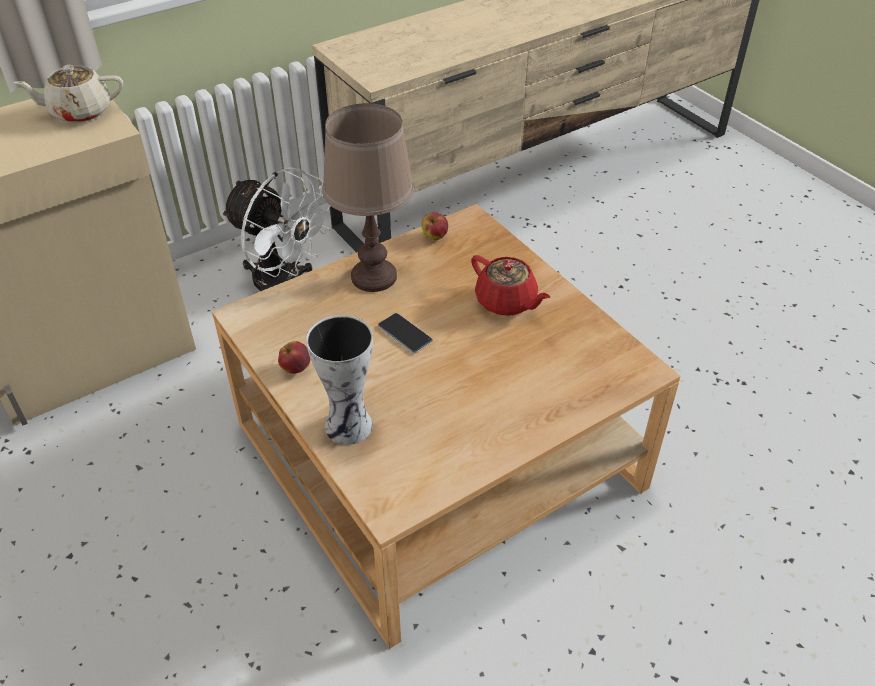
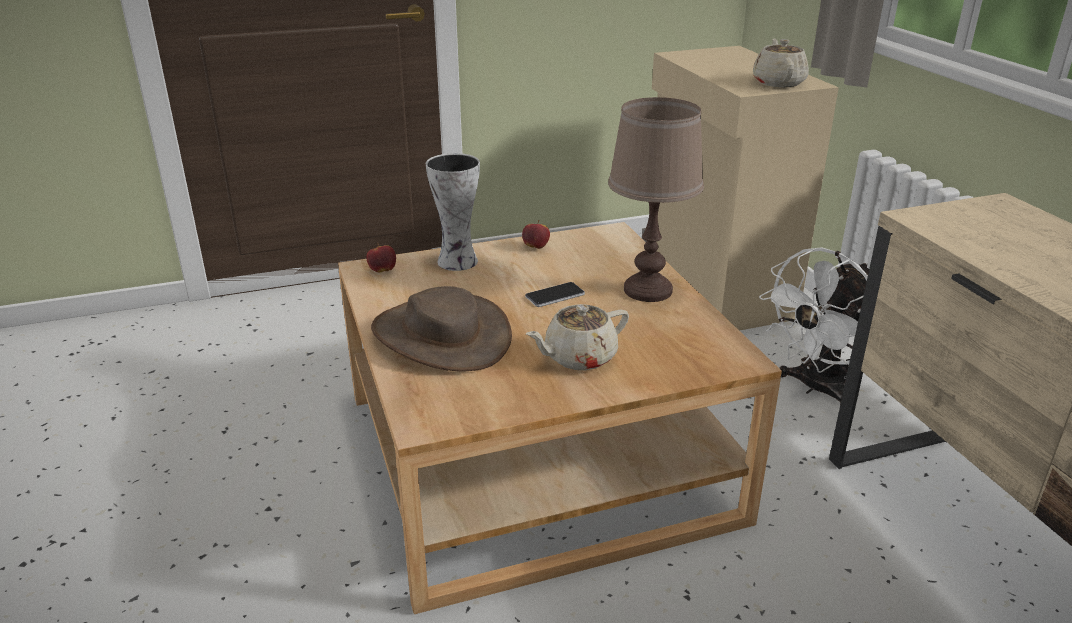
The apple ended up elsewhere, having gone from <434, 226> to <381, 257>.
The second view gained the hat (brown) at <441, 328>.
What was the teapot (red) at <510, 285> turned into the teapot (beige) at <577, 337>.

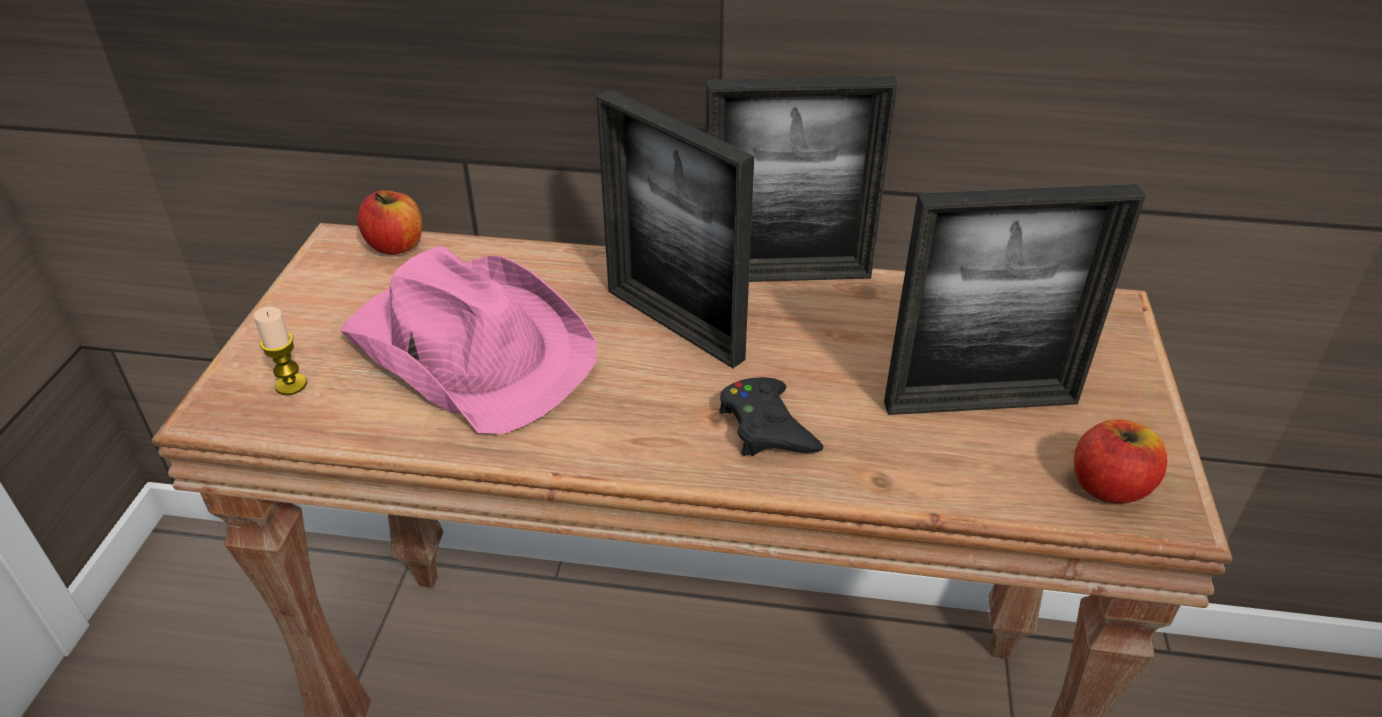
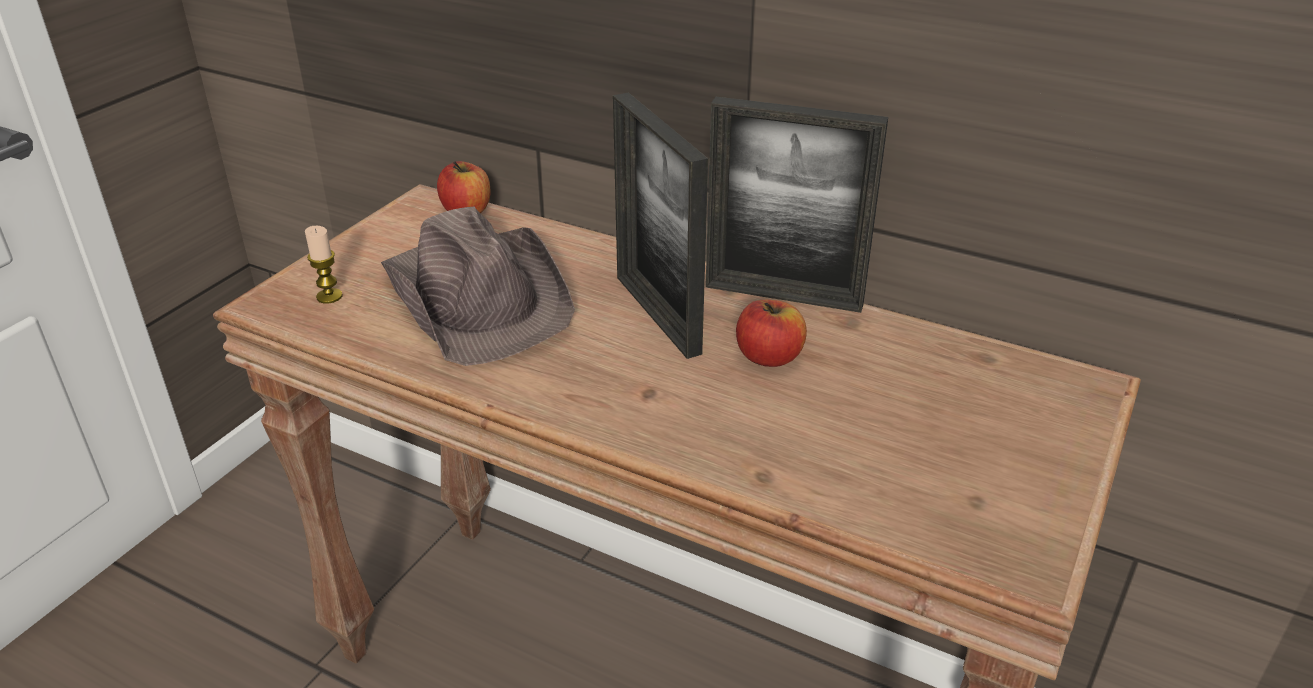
What was the hat (pink) at <468, 340> turned into the hat (brown) at <478, 286>.
The apple ended up elsewhere, having gone from <1120, 461> to <771, 333>.
The second view lost the game controller (black) at <771, 416>.
The second view lost the picture frame at <1015, 299>.

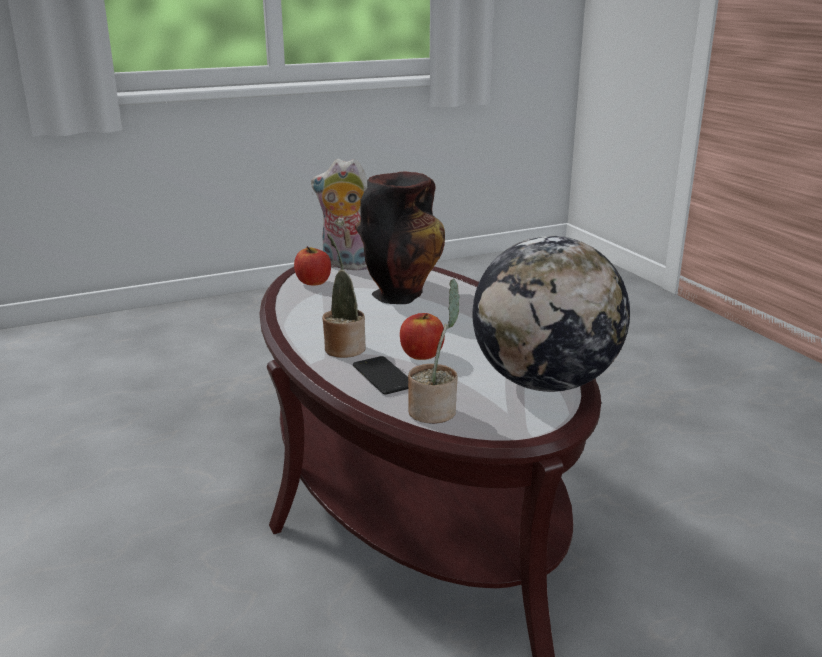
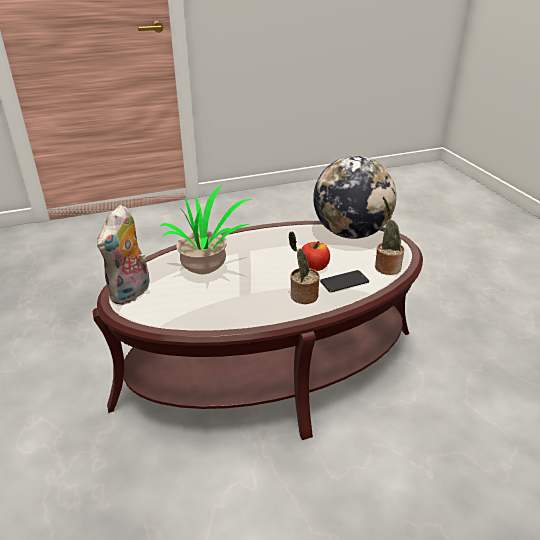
Where the vase stood at <400, 237>, the potted plant came to stand at <206, 229>.
The second view lost the apple at <312, 265>.

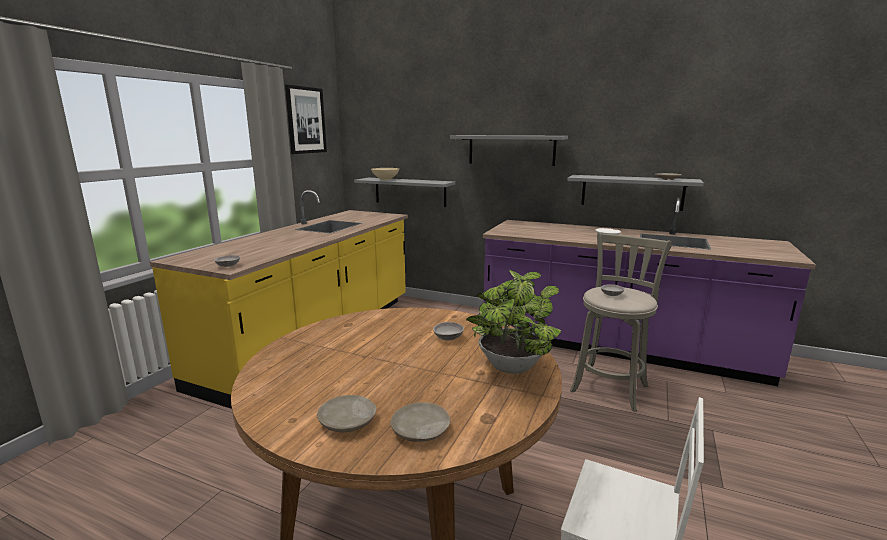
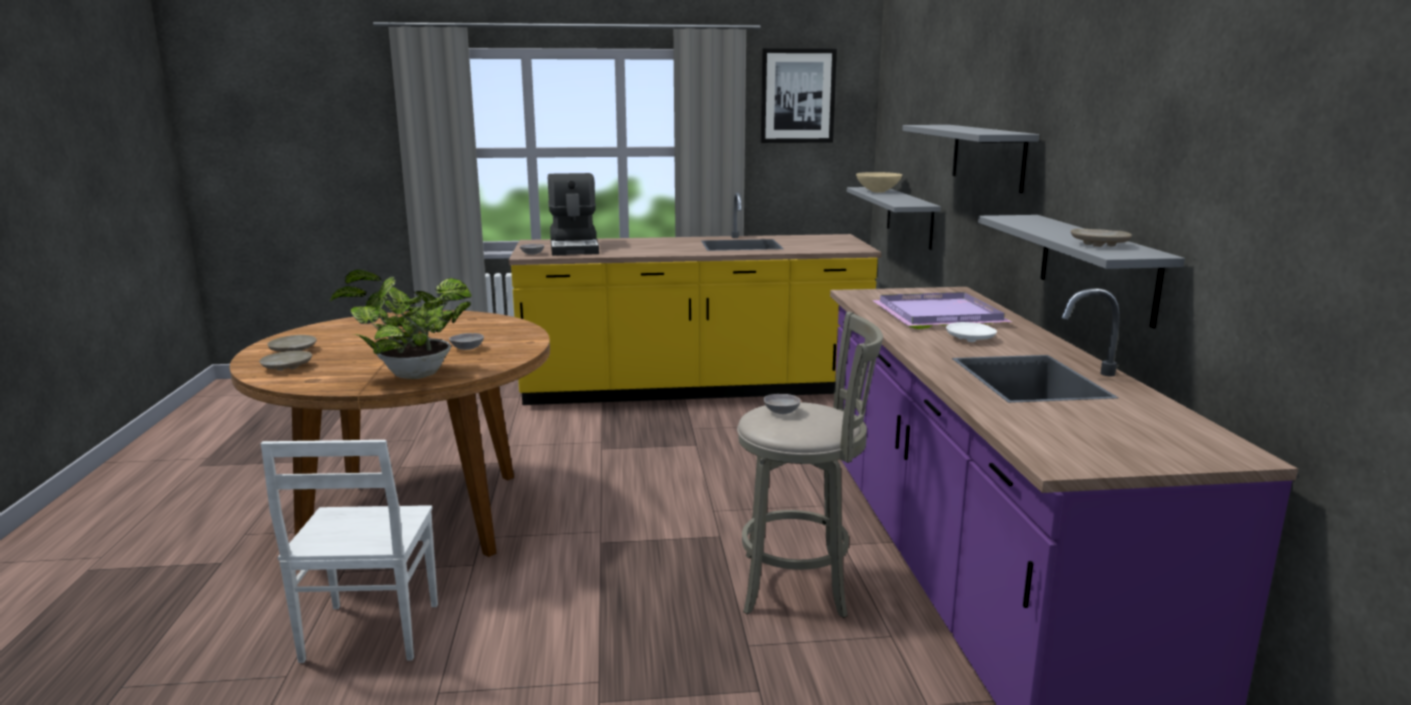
The second view gained the coffee machine at <573, 214>.
The second view gained the tray (purple) at <942, 310>.

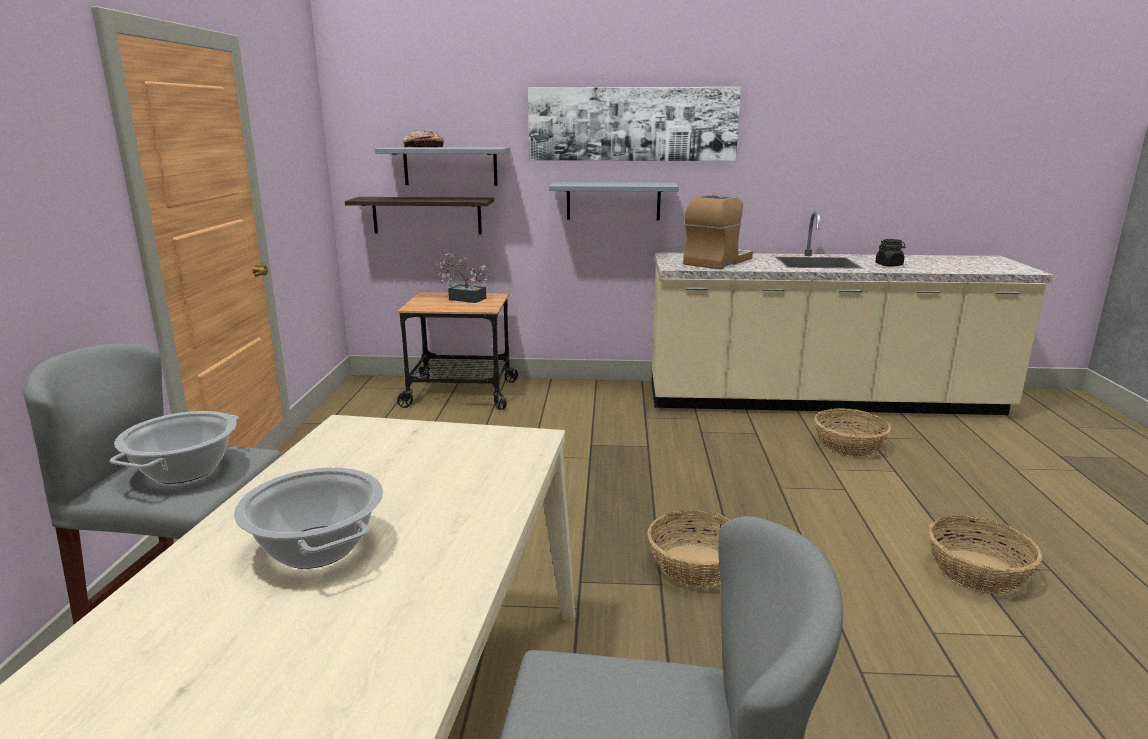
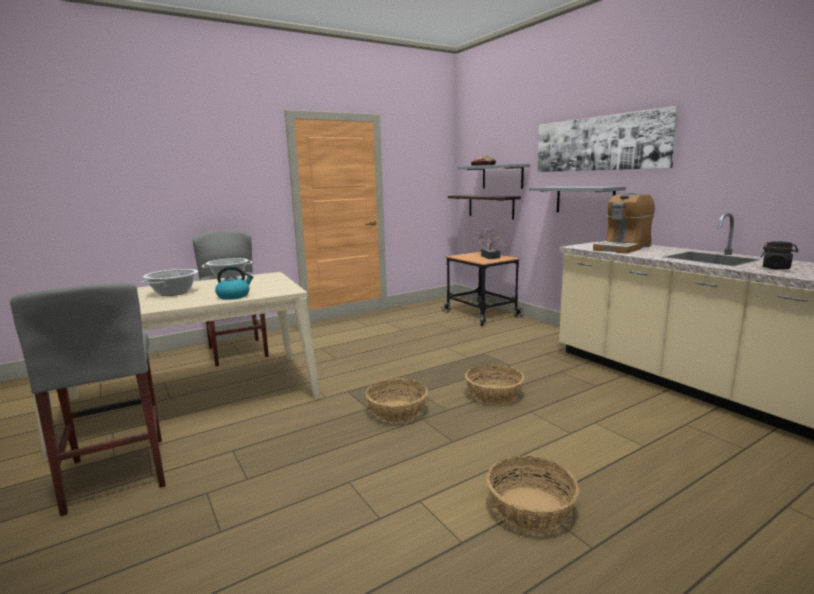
The second view gained the kettle at <234, 283>.
The basket ended up elsewhere, having gone from <853, 432> to <494, 384>.
The coffee machine at <718, 232> ended up facing another way, 135 degrees clockwise from before.

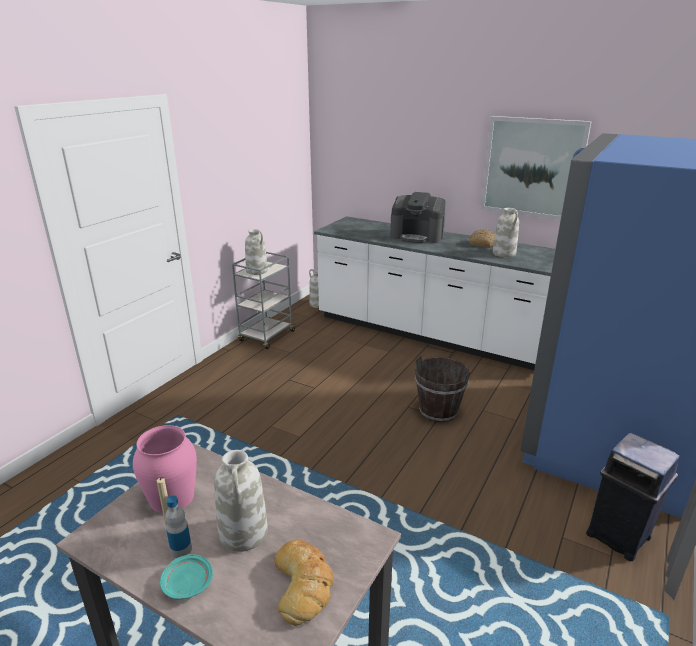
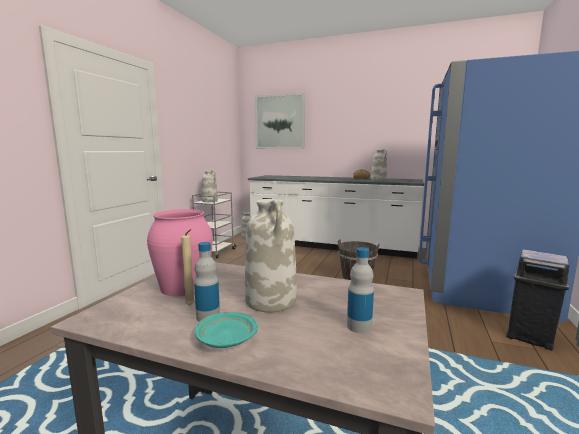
The picture ended up elsewhere, having gone from <536, 168> to <280, 120>.
Where the bread stood at <303, 583>, the bottle came to stand at <360, 290>.
The second view lost the coffee machine at <418, 217>.

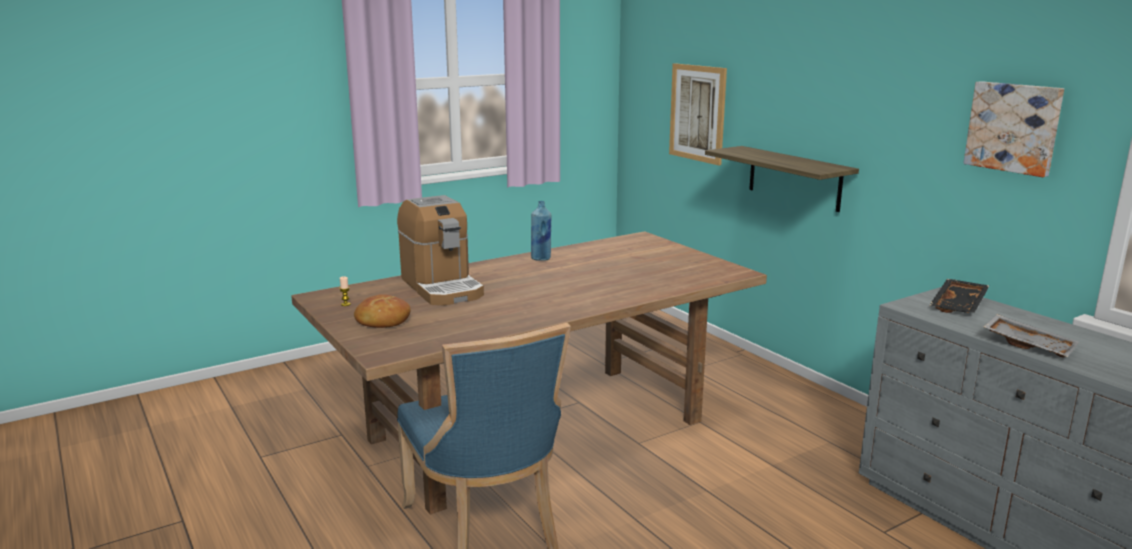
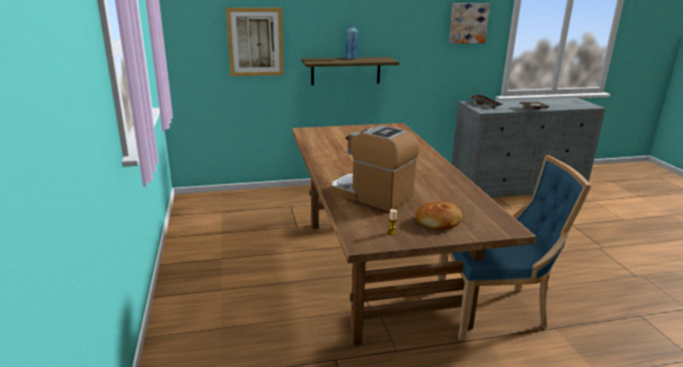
The coffee machine at <440, 250> ended up facing another way, 135 degrees counterclockwise from before.
The bottle (blue) ended up elsewhere, having gone from <541, 231> to <352, 41>.

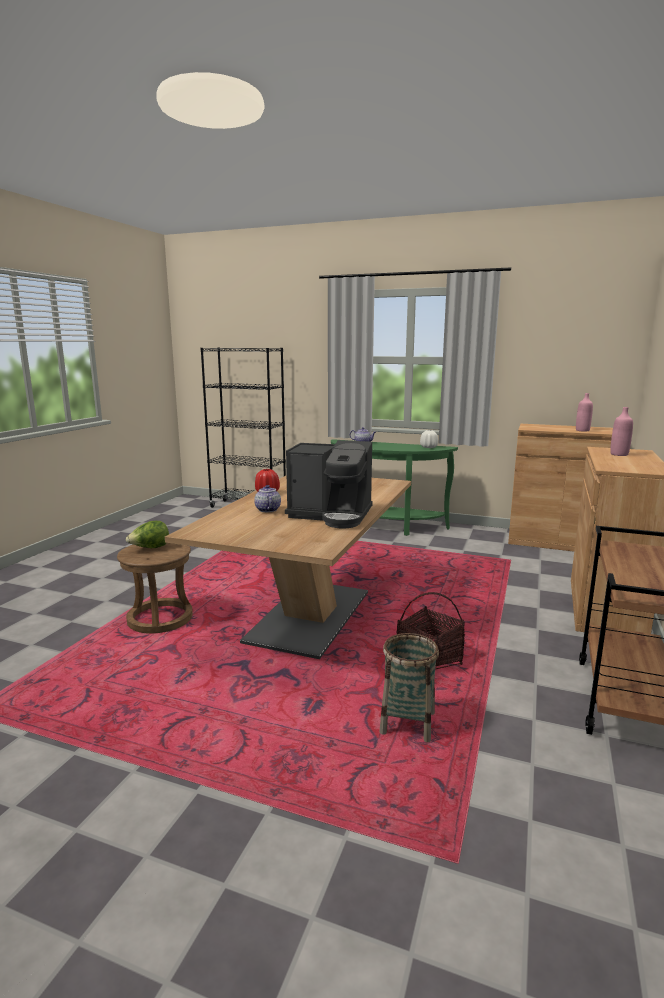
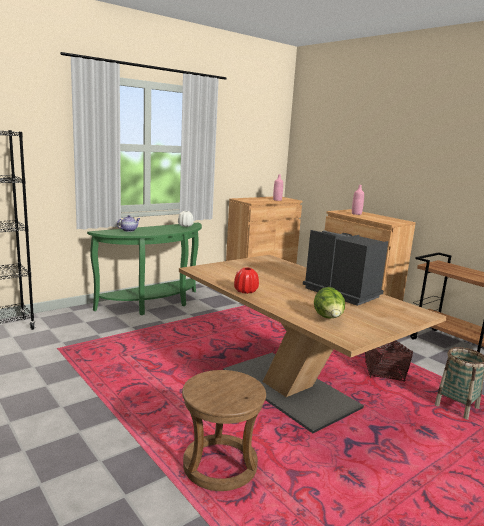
The coffee machine at <329, 484> ended up facing another way, 90 degrees counterclockwise from before.
The lettuce ended up elsewhere, having gone from <147, 534> to <329, 303>.
The second view lost the teapot at <267, 498>.

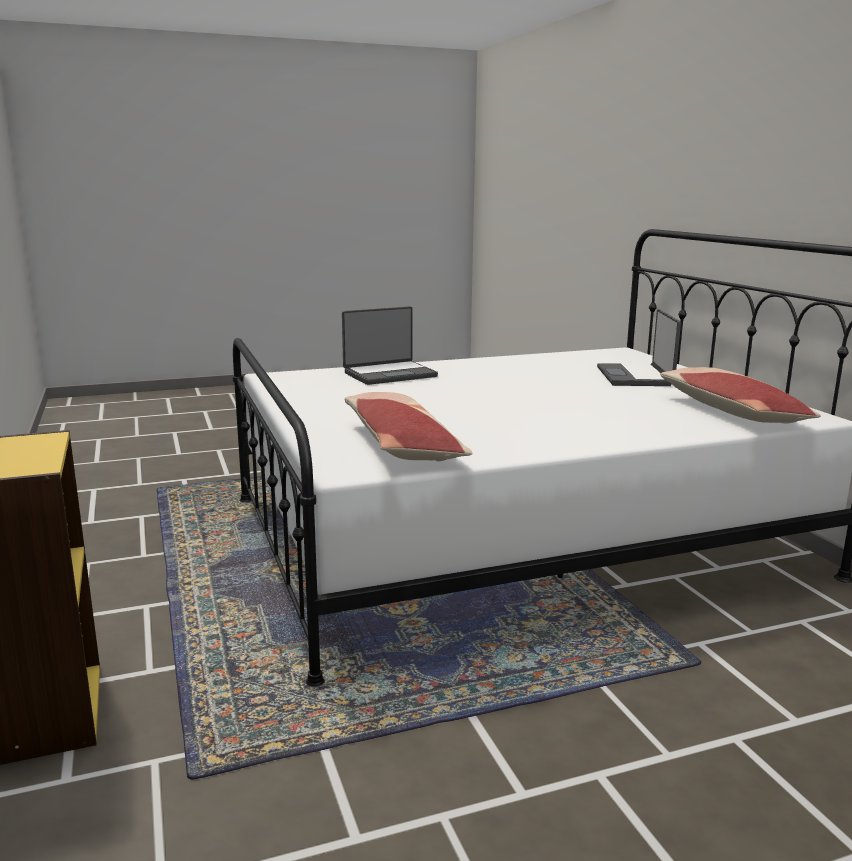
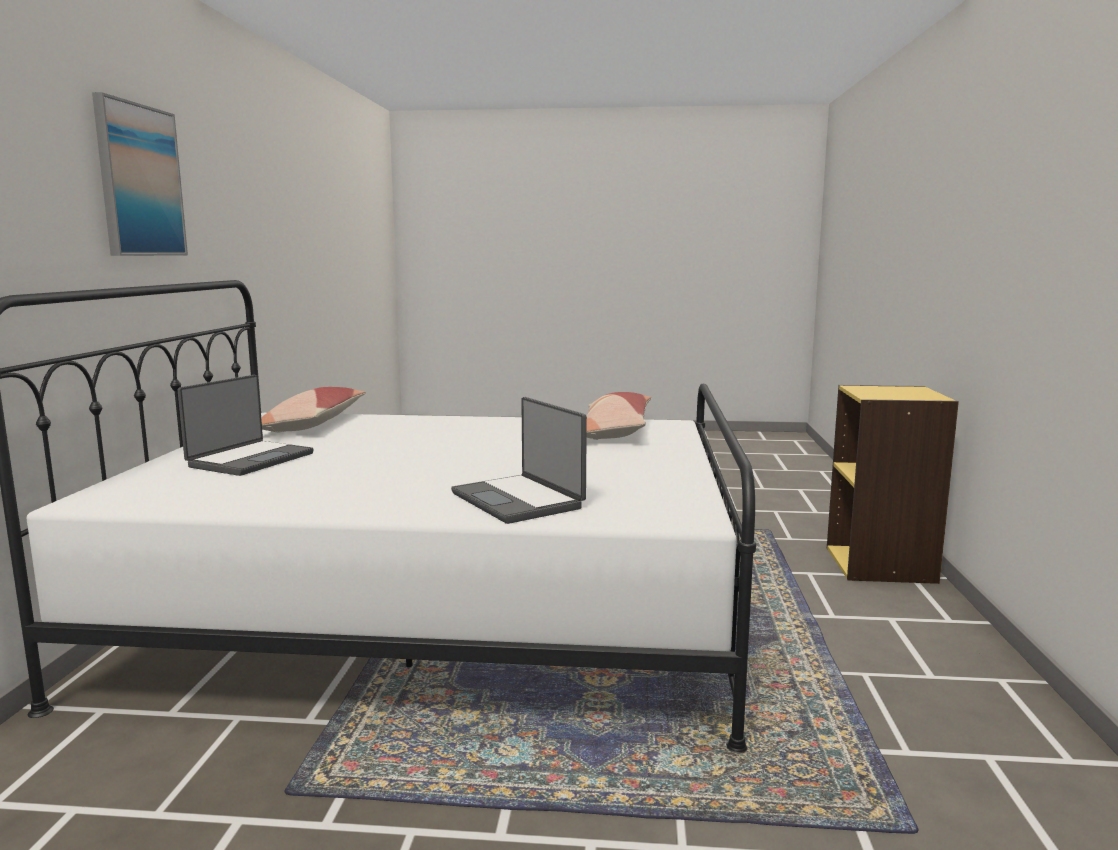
The second view gained the picture at <140, 174>.
The laptop at <390, 345> ended up facing another way, 120 degrees counterclockwise from before.

